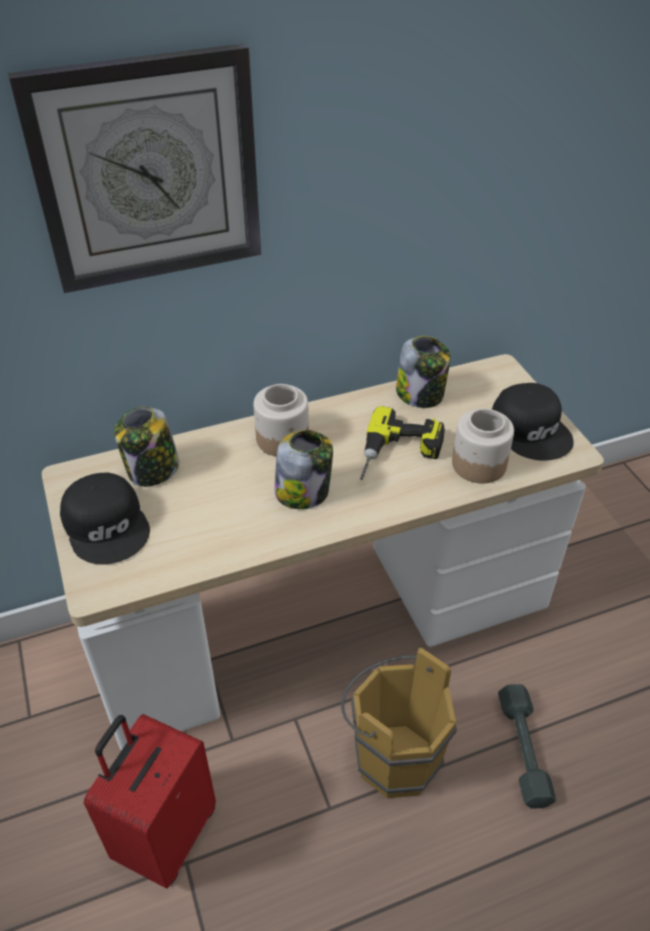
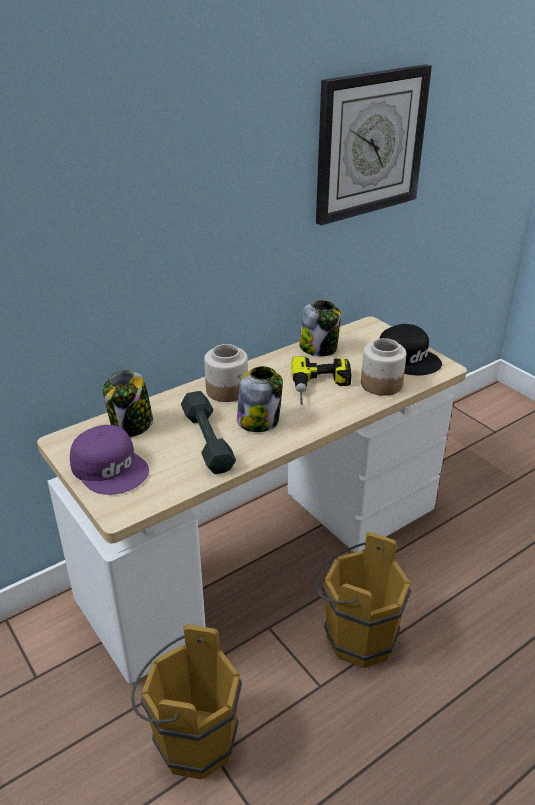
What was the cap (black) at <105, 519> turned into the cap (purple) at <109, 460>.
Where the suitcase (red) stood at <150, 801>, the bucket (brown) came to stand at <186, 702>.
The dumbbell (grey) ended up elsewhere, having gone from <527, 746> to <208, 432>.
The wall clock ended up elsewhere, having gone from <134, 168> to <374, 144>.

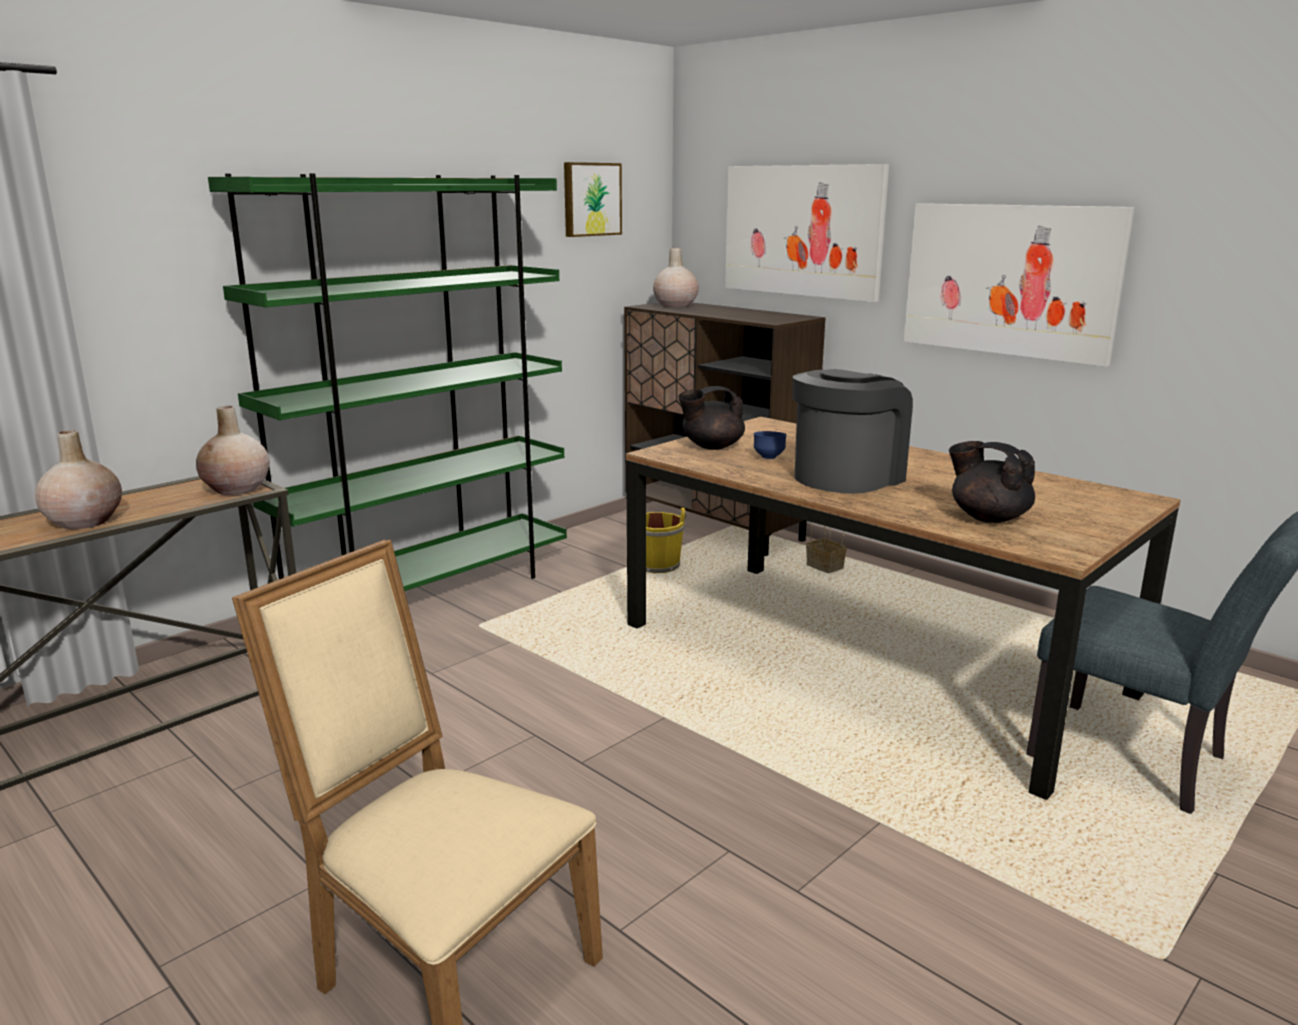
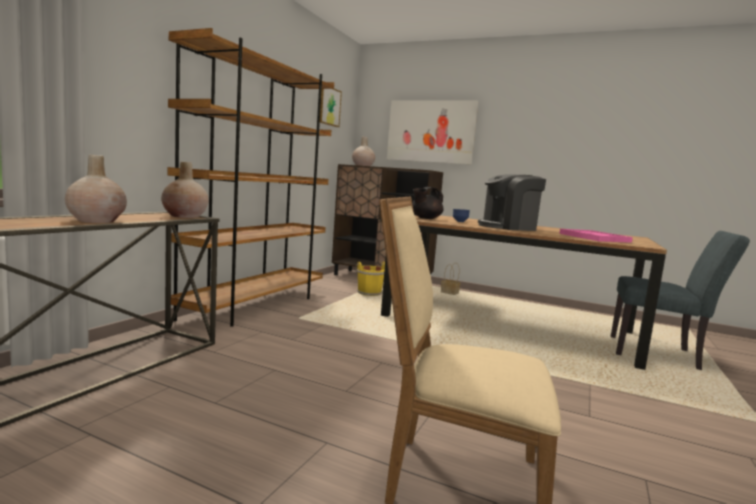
What was the bookcase (green) at <387, 382> turned into the bookcase (brown) at <251, 177>.
The coffee machine at <853, 431> ended up facing another way, 135 degrees counterclockwise from before.
Where the teapot (black) stood at <992, 482>, the tray (pink) came to stand at <596, 236>.
The second view lost the picture at <1019, 285>.

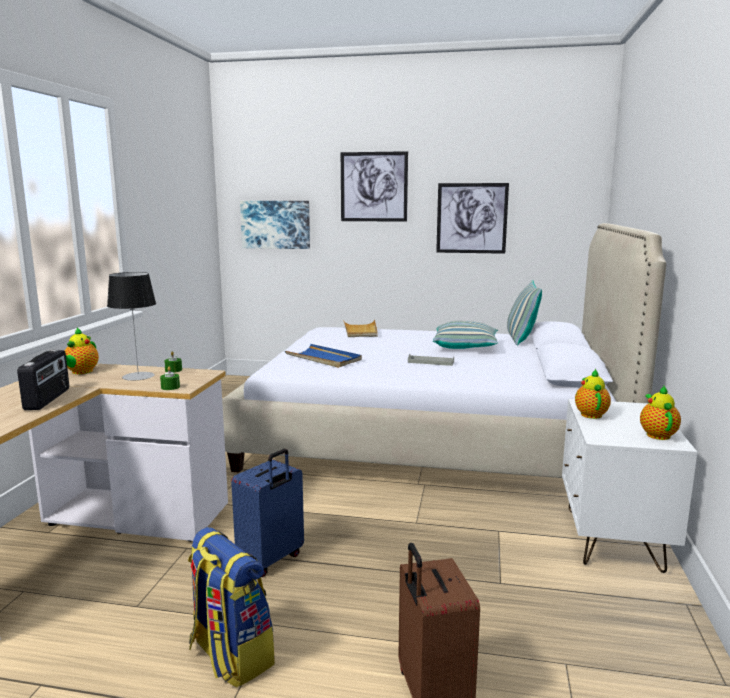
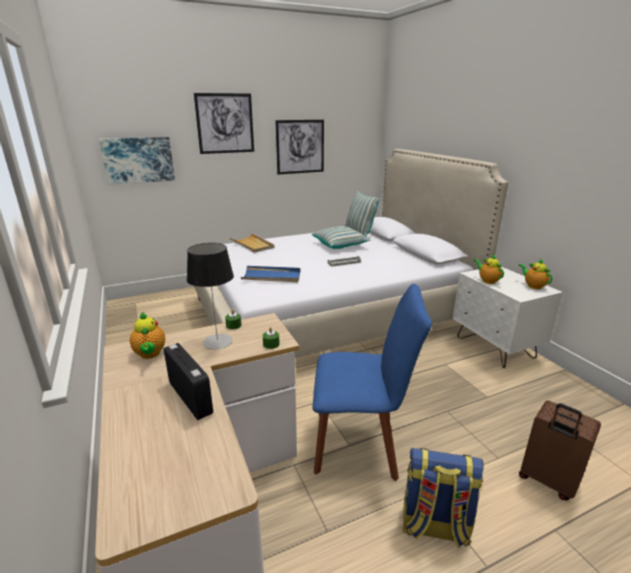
Where the suitcase (blue) stood at <267, 513>, the chair (blue) came to stand at <372, 382>.

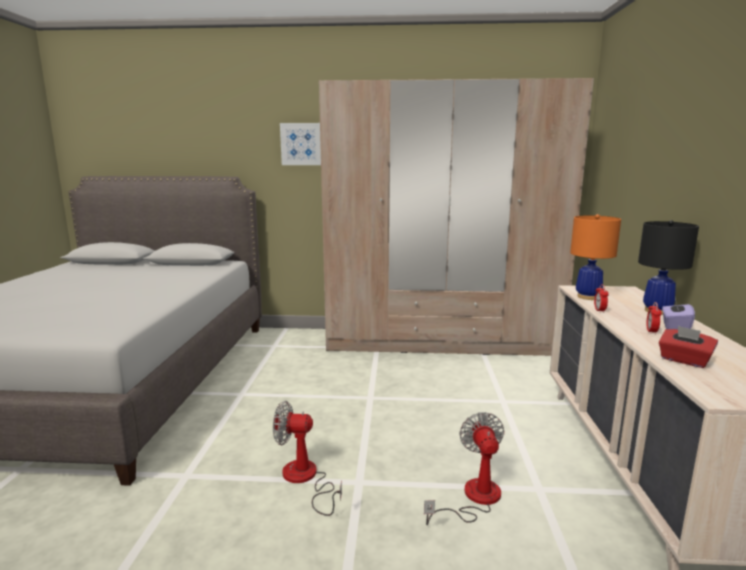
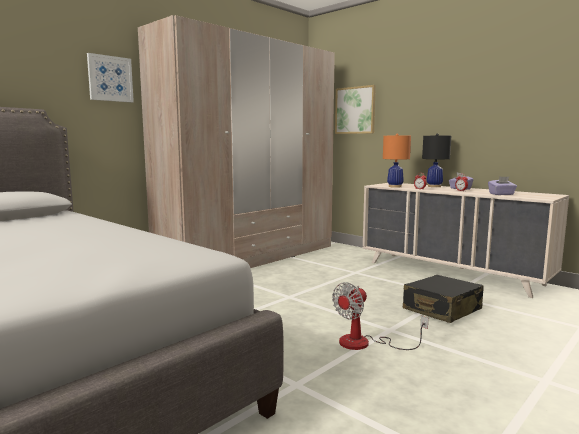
The second view gained the picture at <355, 109>.
Where the fan stood at <464, 468>, the suitcase (black) came to stand at <443, 299>.
What was the tissue box (red) at <688, 347> turned into the tissue box (purple) at <502, 186>.

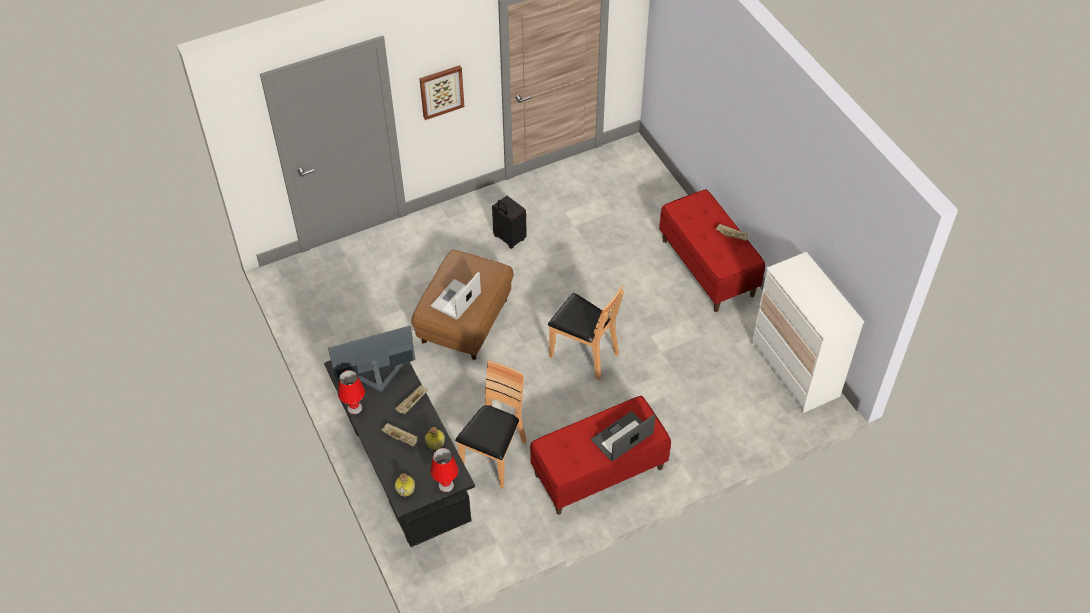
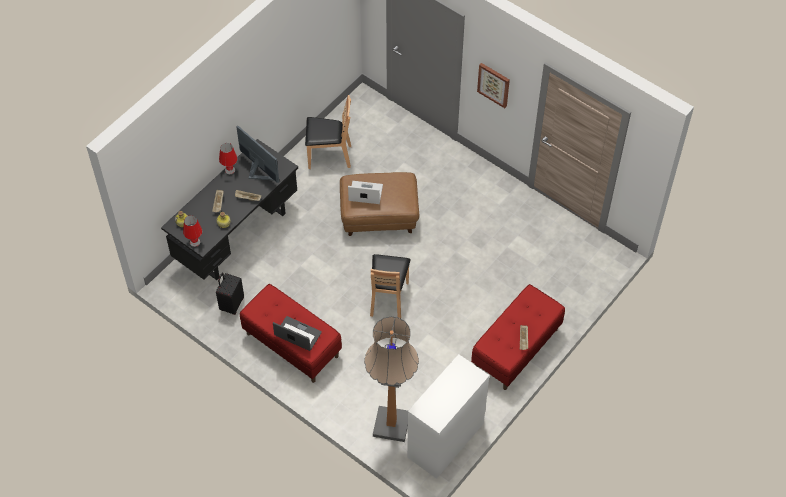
The suitcase (black) ended up elsewhere, having gone from <509, 222> to <230, 294>.
The chair (brown) ended up elsewhere, having gone from <491, 424> to <328, 132>.
The second view gained the floor lamp at <391, 379>.

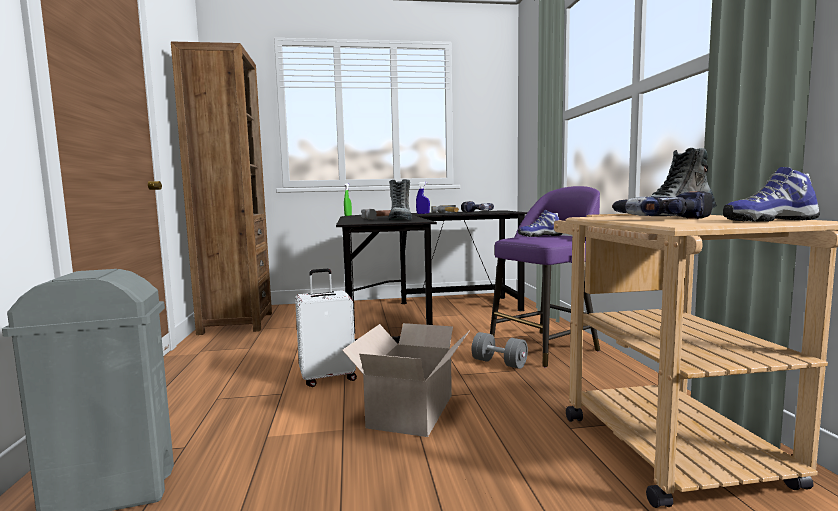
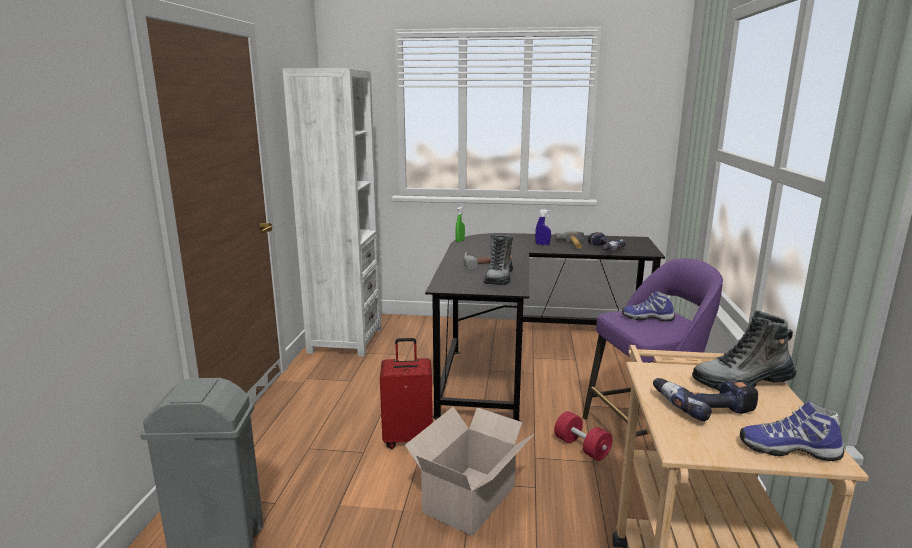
What was the bookcase (brown) at <221, 188> turned into the bookcase (white) at <332, 212>.
What was the suitcase (white) at <326, 328> turned into the suitcase (red) at <406, 393>.
What was the dumbbell (grey) at <499, 350> turned into the dumbbell (red) at <583, 436>.

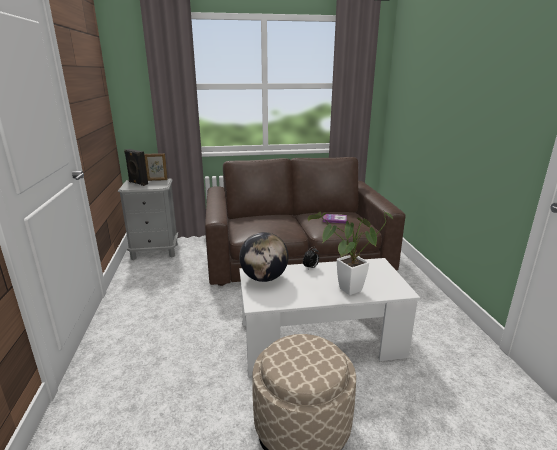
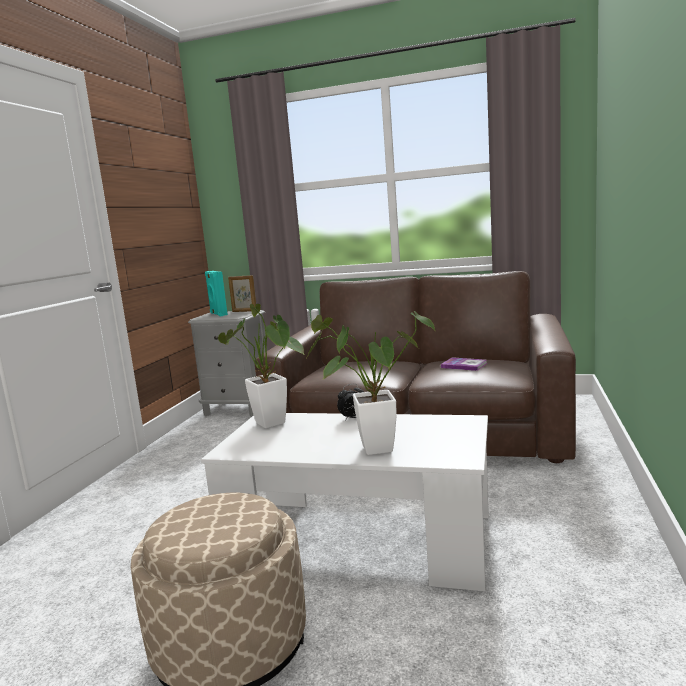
What was the speaker (black) at <136, 167> turned into the speaker (turquoise) at <216, 294>.
Where the globe stood at <264, 257>, the potted plant came to stand at <261, 366>.

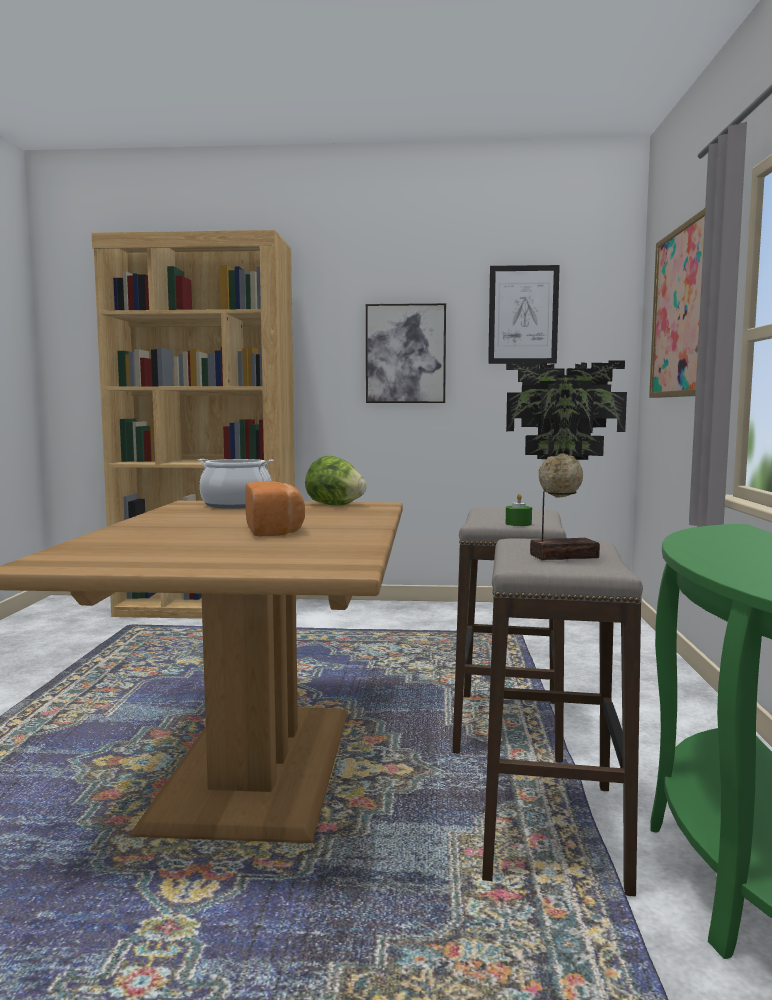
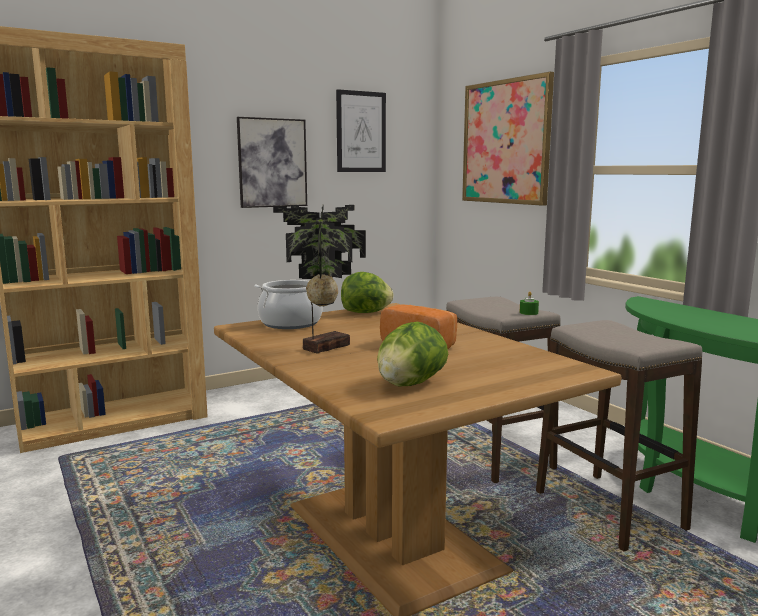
The potted plant ended up elsewhere, having gone from <566, 460> to <319, 279>.
The second view gained the lettuce at <412, 354>.

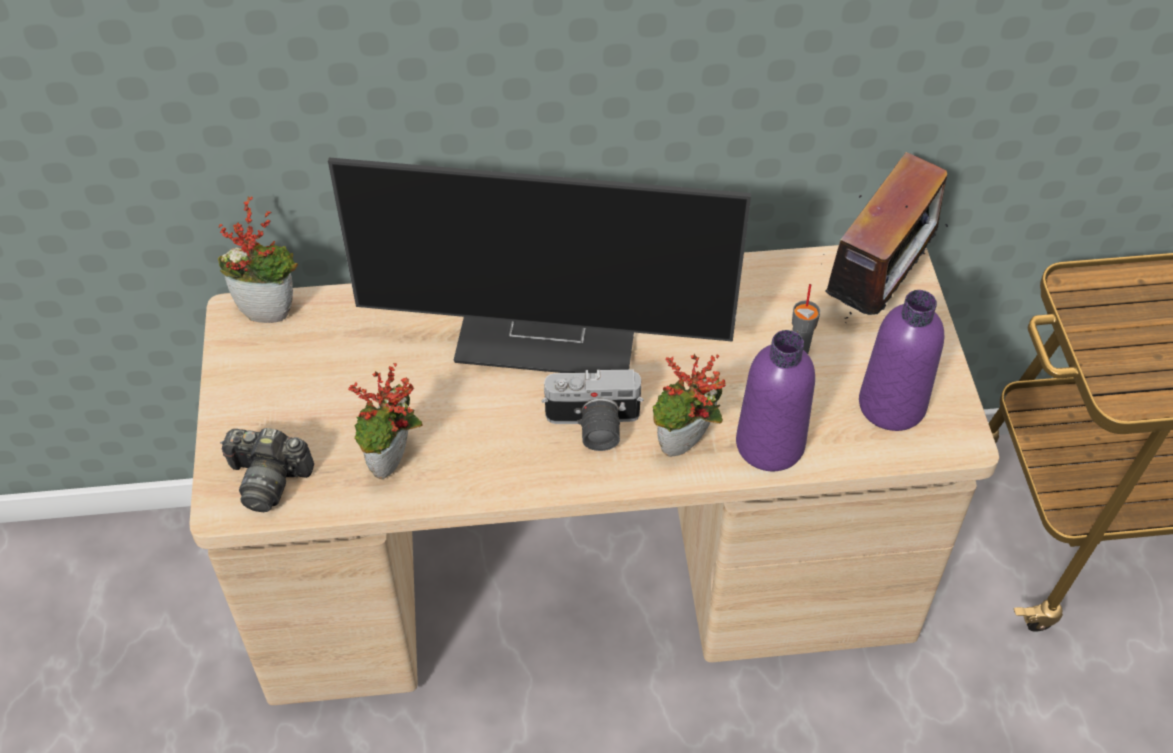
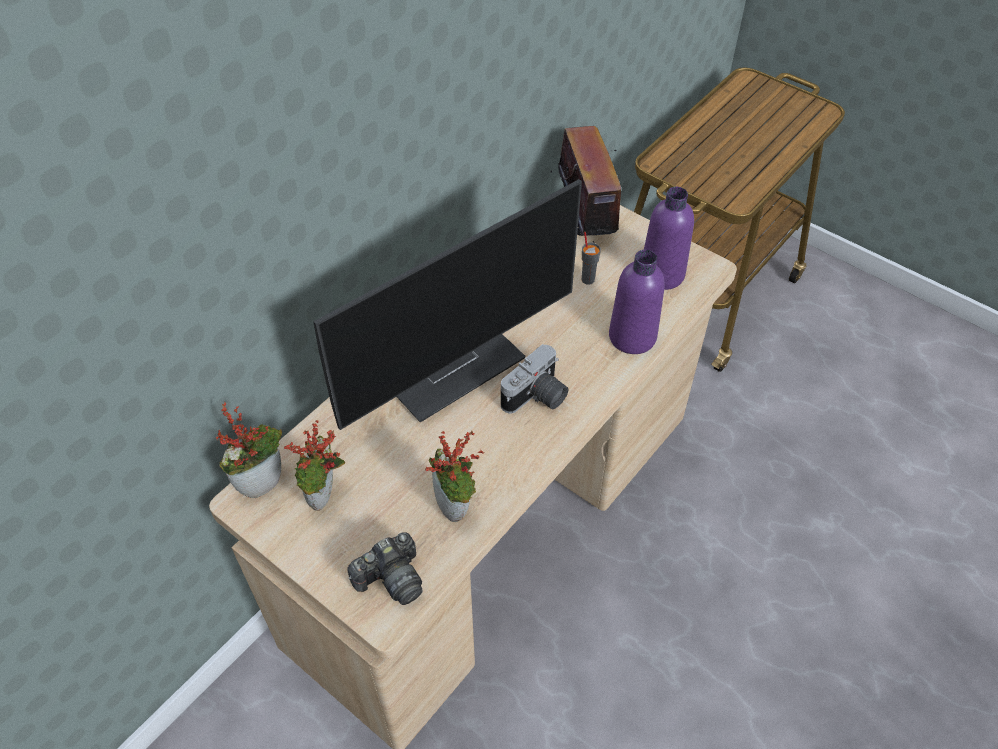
The potted plant ended up elsewhere, having gone from <689, 405> to <314, 465>.

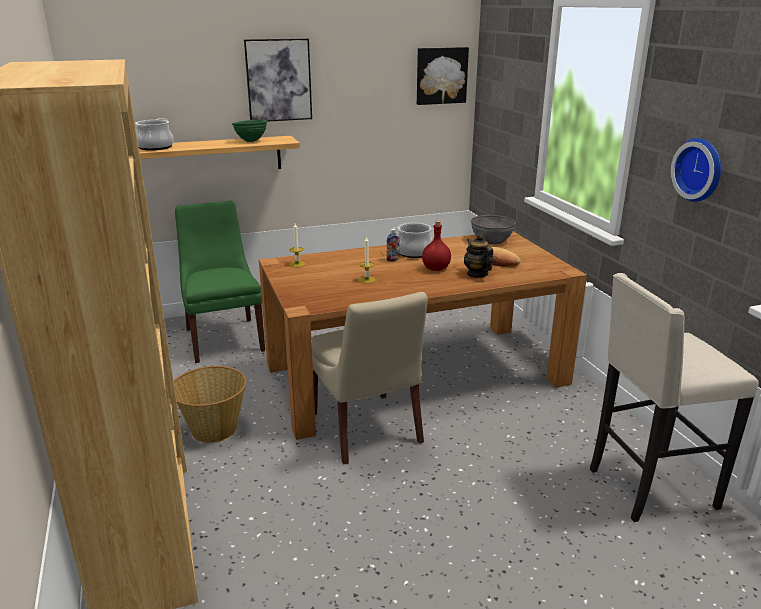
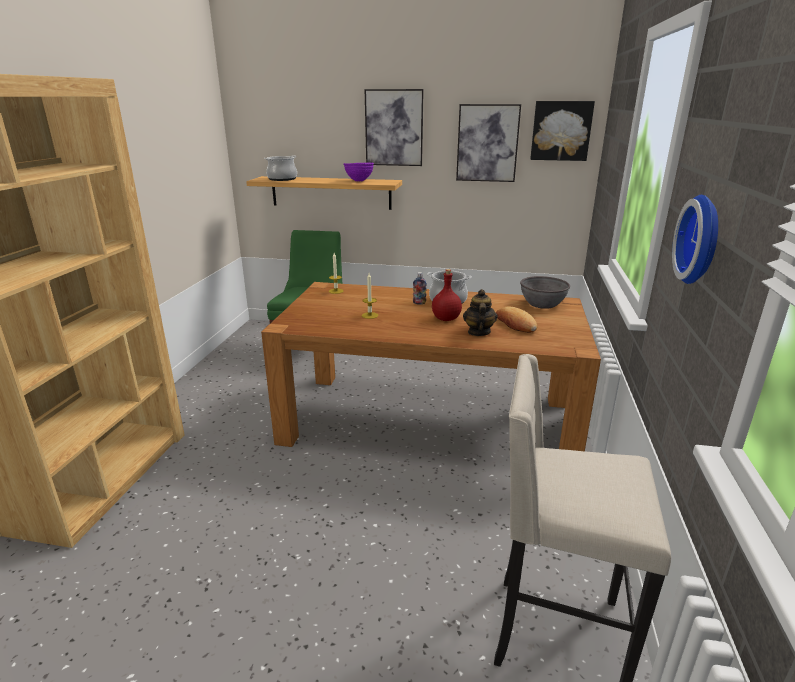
What was the bowl (green) at <249, 131> turned into the bowl (purple) at <358, 172>.
The second view gained the picture at <488, 143>.
The second view lost the basket at <210, 404>.
The second view lost the chair (beige) at <369, 378>.

